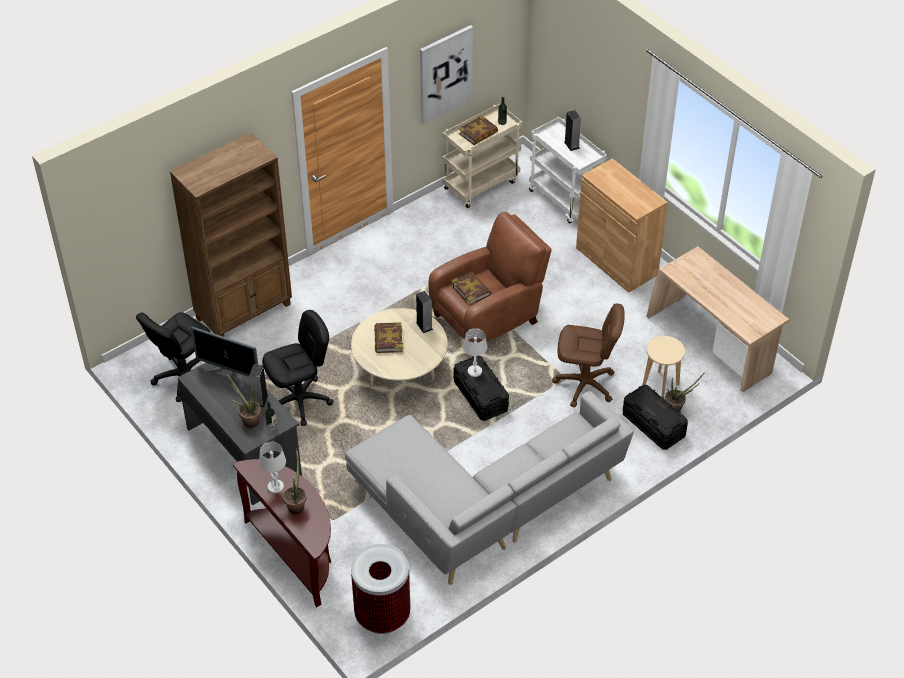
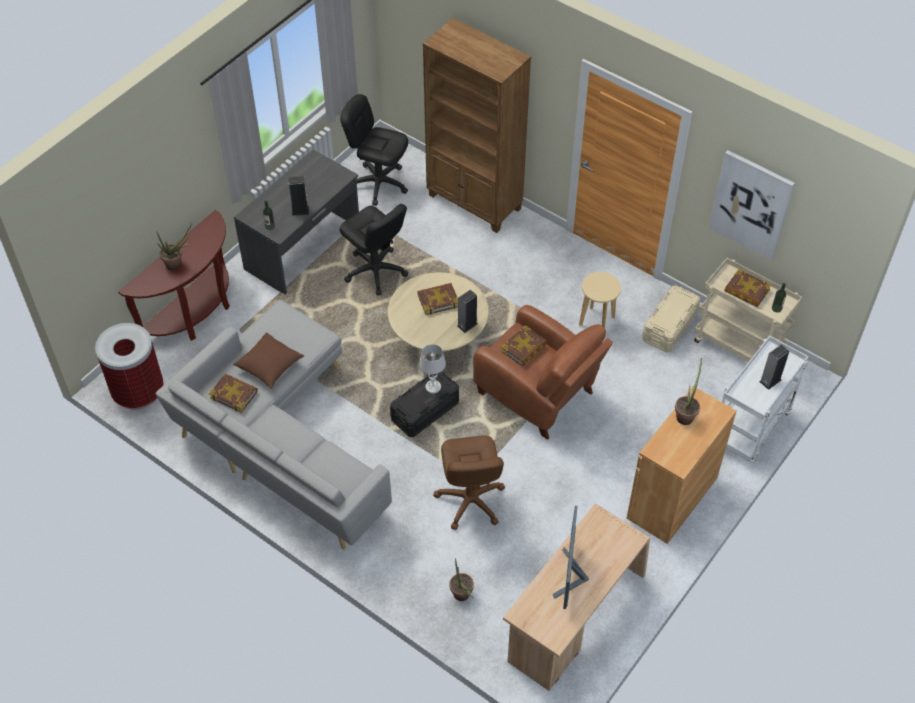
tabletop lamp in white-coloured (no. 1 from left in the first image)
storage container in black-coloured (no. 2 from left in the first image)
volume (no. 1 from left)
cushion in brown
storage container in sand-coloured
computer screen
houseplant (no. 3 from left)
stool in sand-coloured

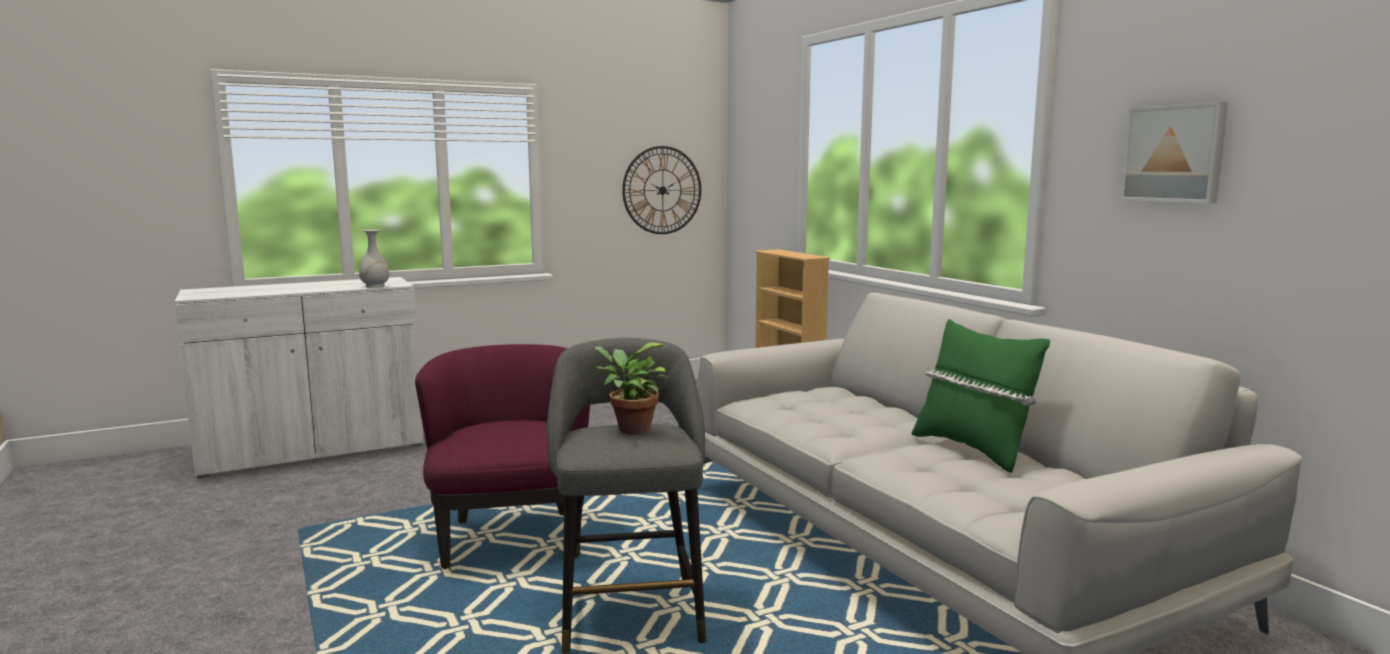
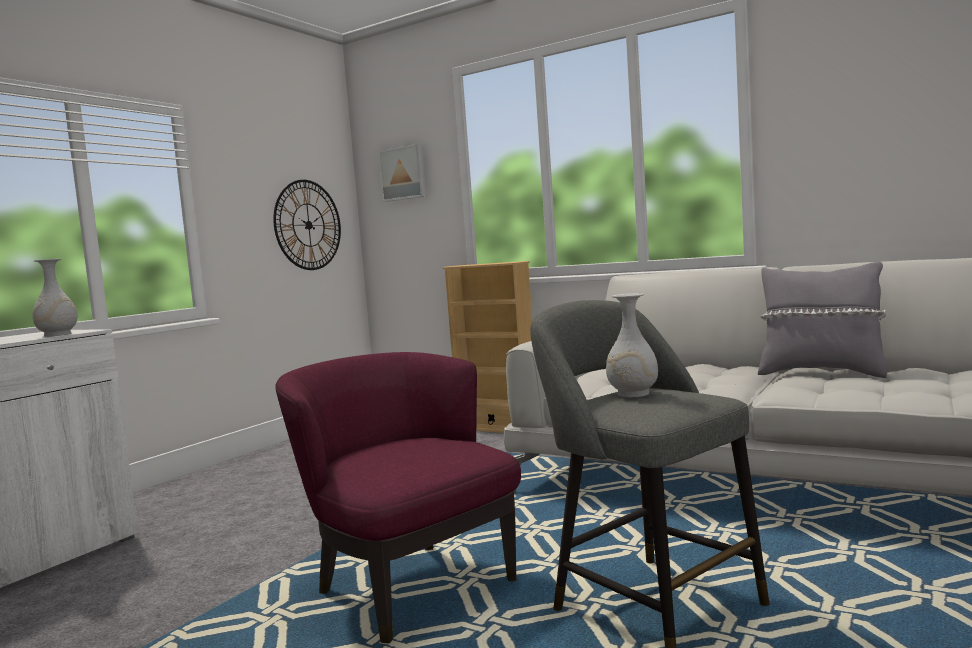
wall picture
flower vase in white-coloured (no. 2 from left)
cushion in greyish

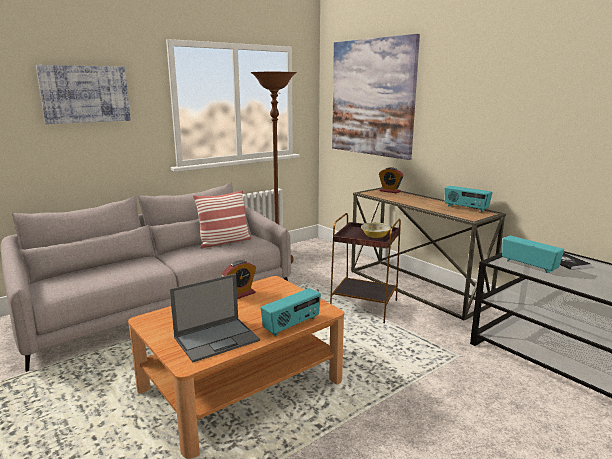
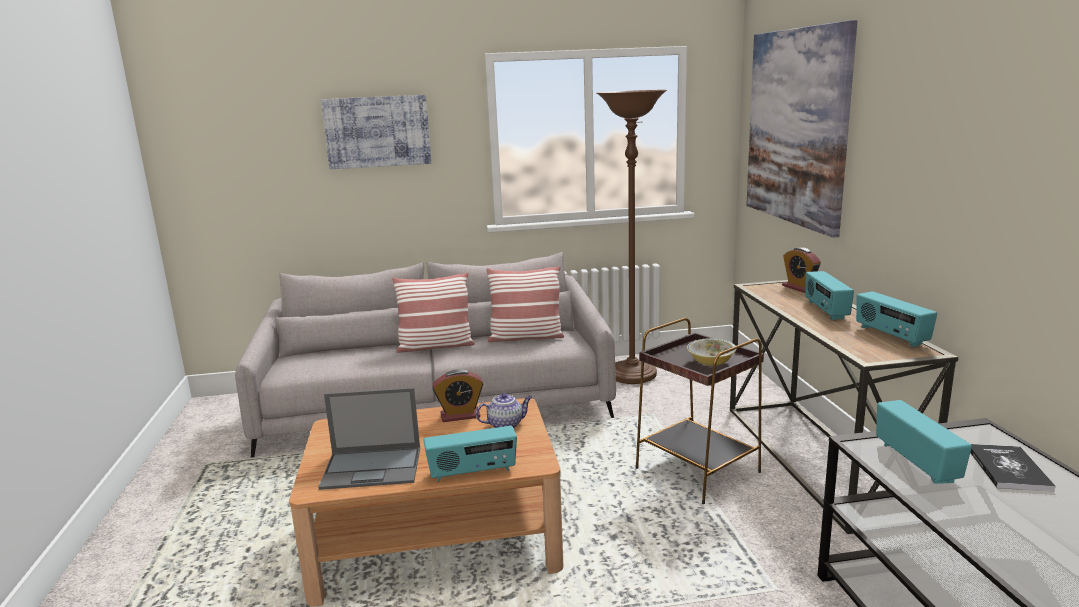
cushion (no. 1 from left)
pot for tea
radio set (no. 2 from left)

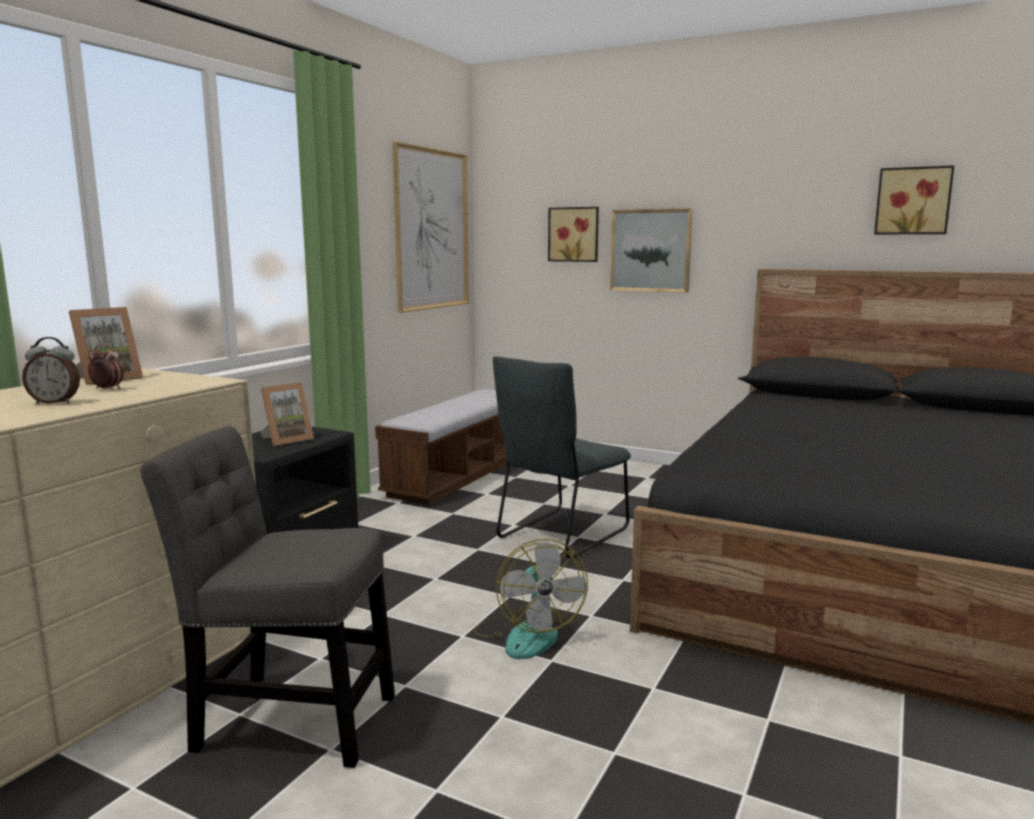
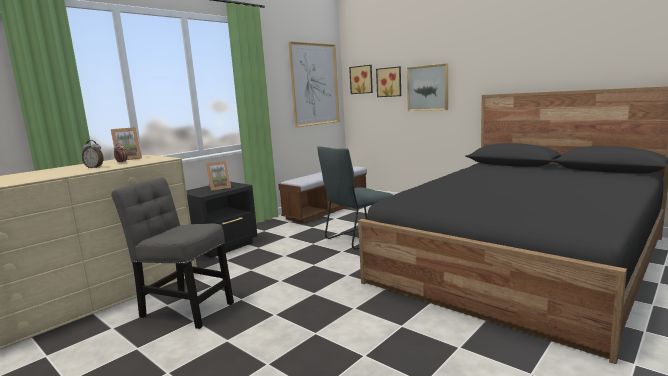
cooling fan
wall picture (no. 2 from left)

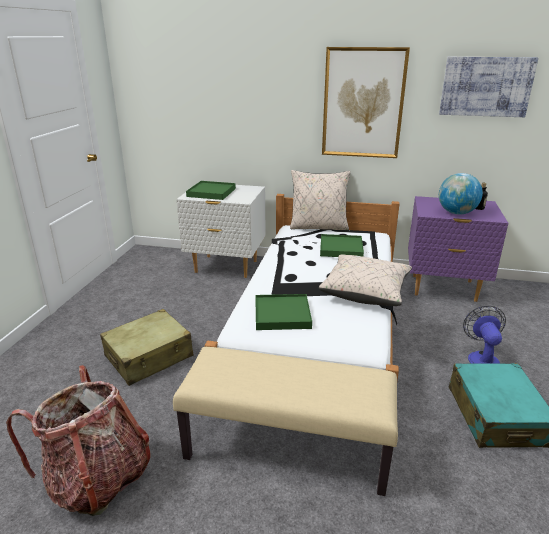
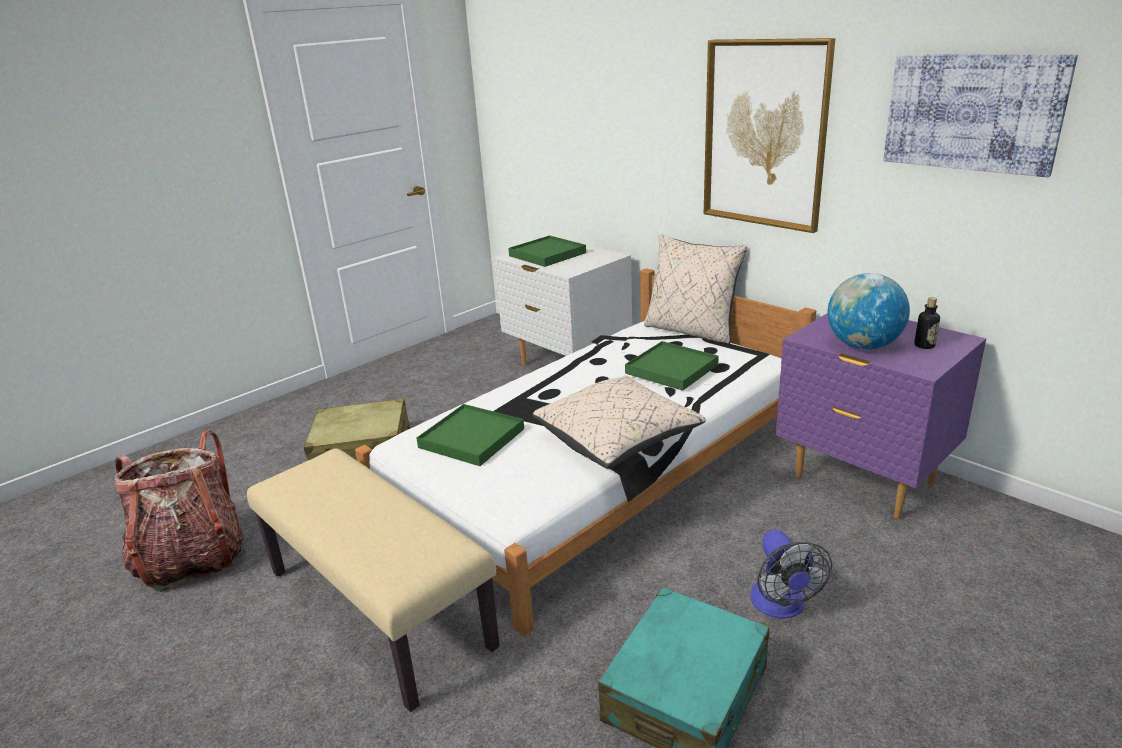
cooling fan

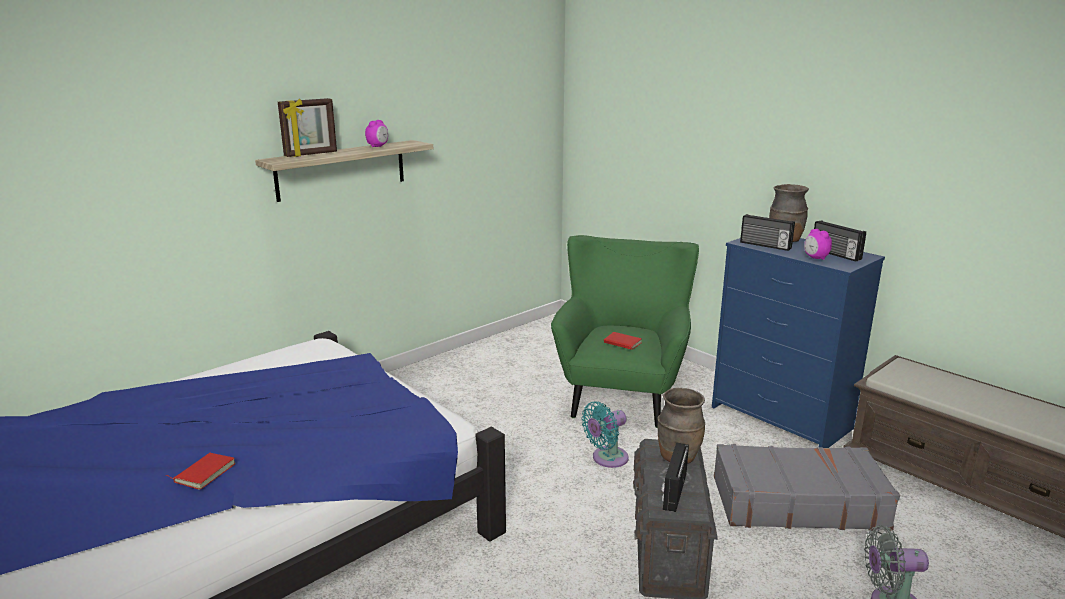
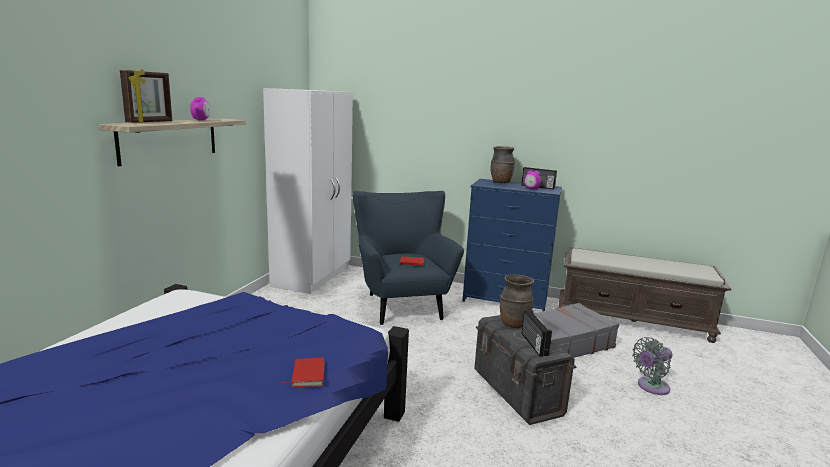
cooling fan in turquoise
radio set (no. 2 from left in the first image)
wardrobe in white-coloured
volume in red-coloured (no. 1 from left)
lounge chair in blue

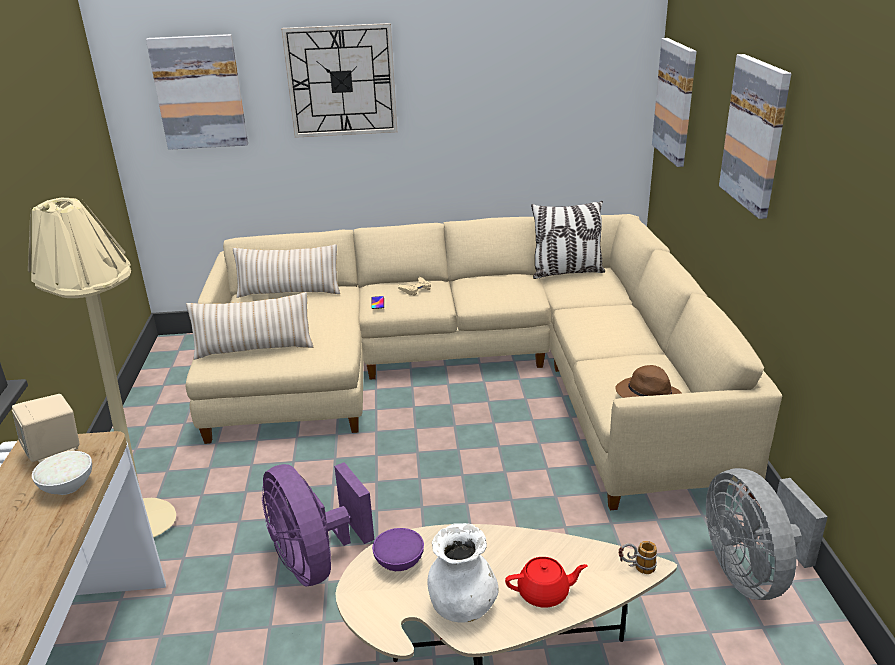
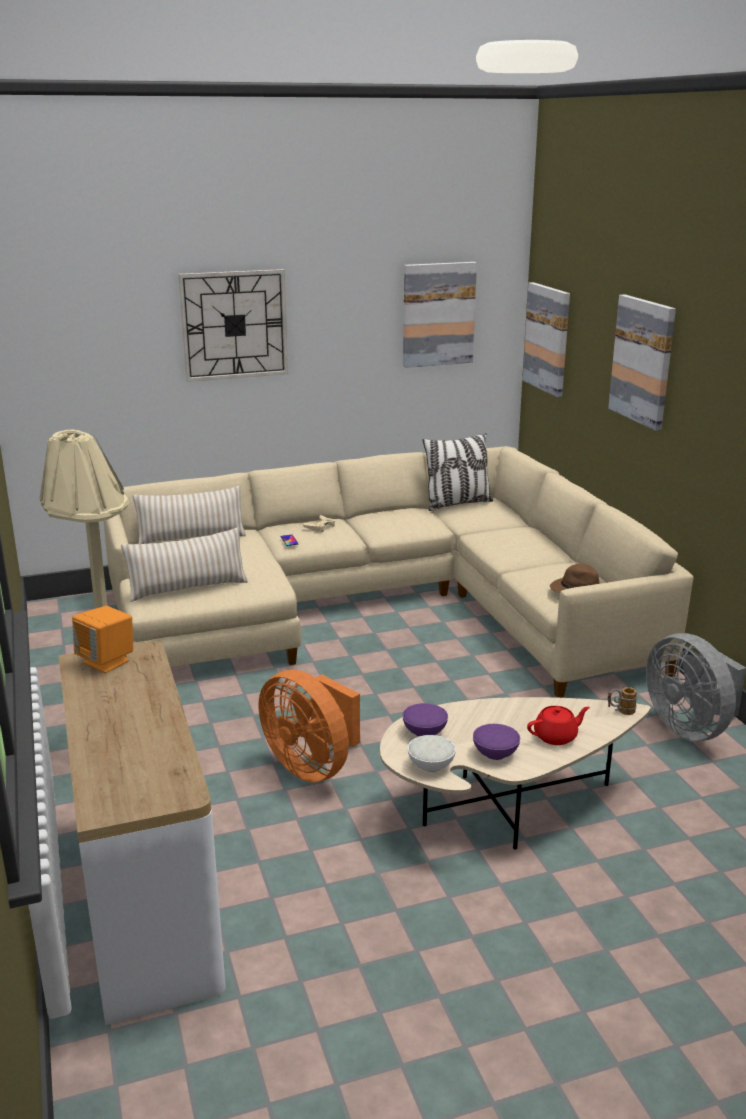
serving bowl in white-coloured
wall picture (no. 1 from left)
serving bowl in purple-coloured (no. 2 from left)
speaker in orangey
cooling fan in orangey

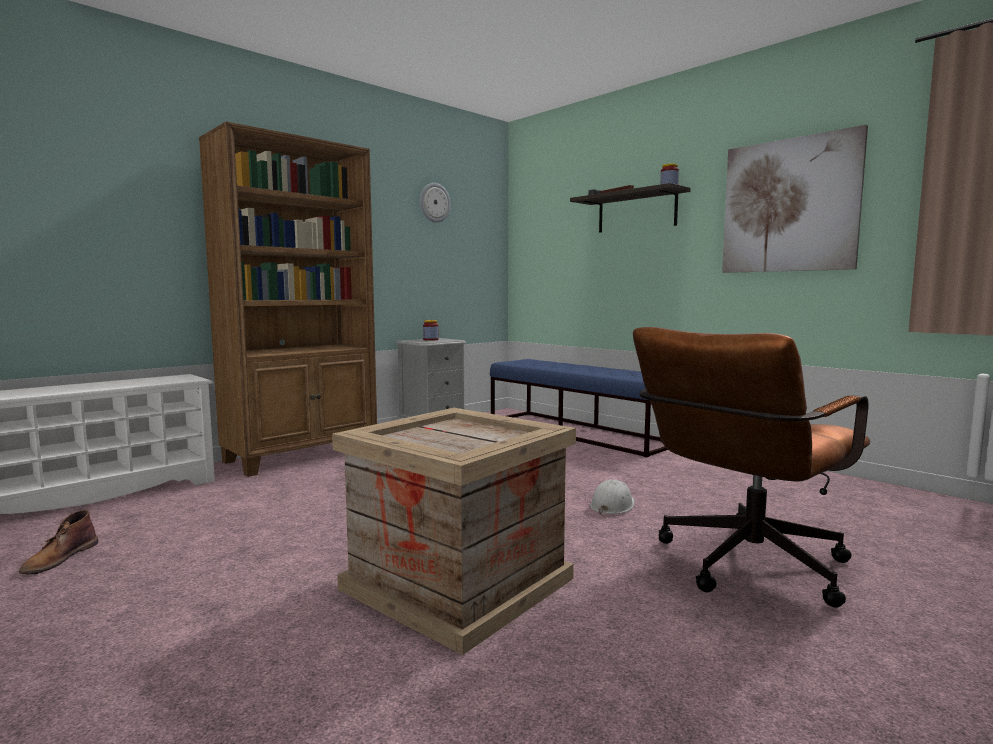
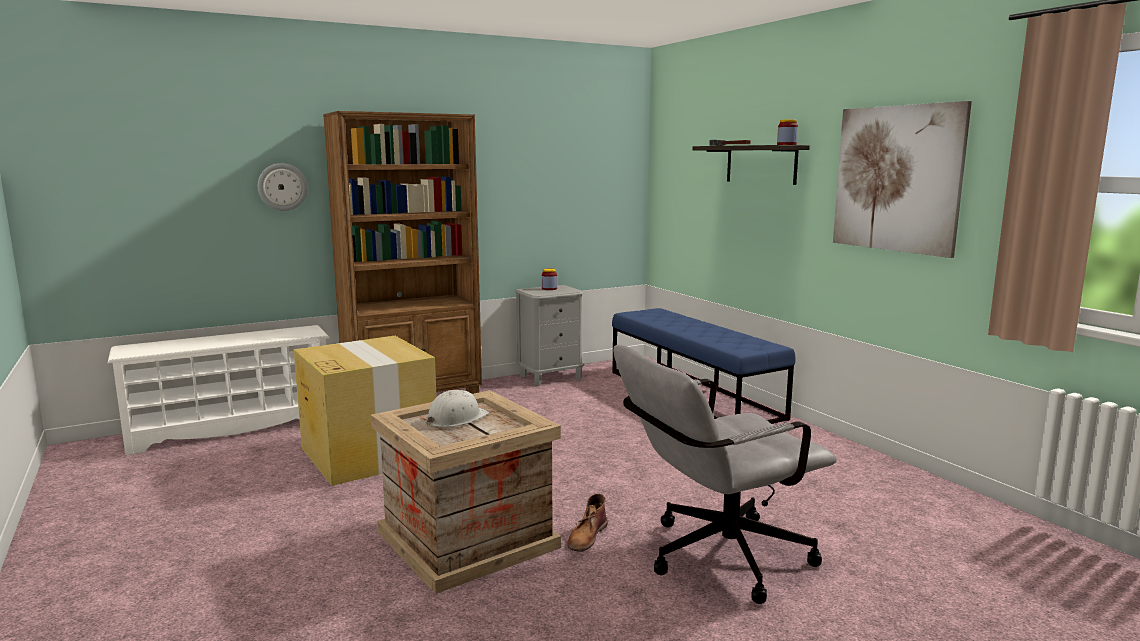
cardboard box
high-top boot in brown
clock on the wall
work helmet in white-coloured
office chair in greyish

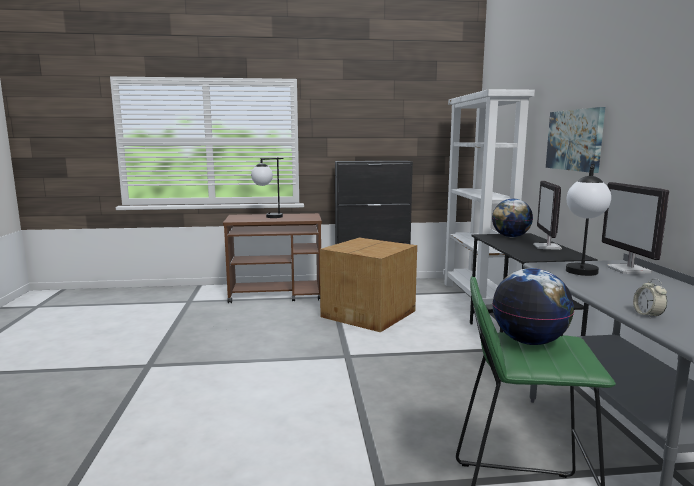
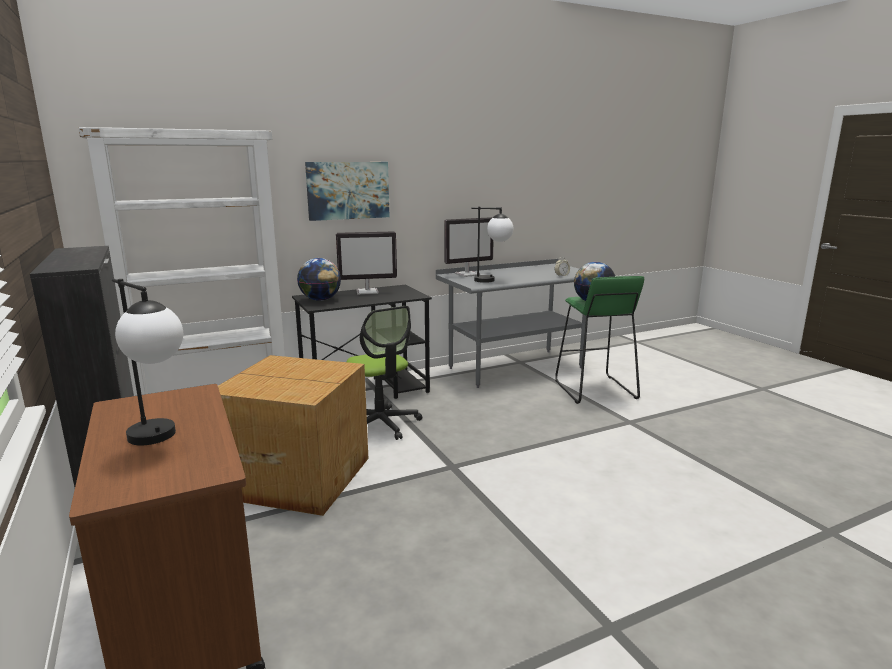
office chair

